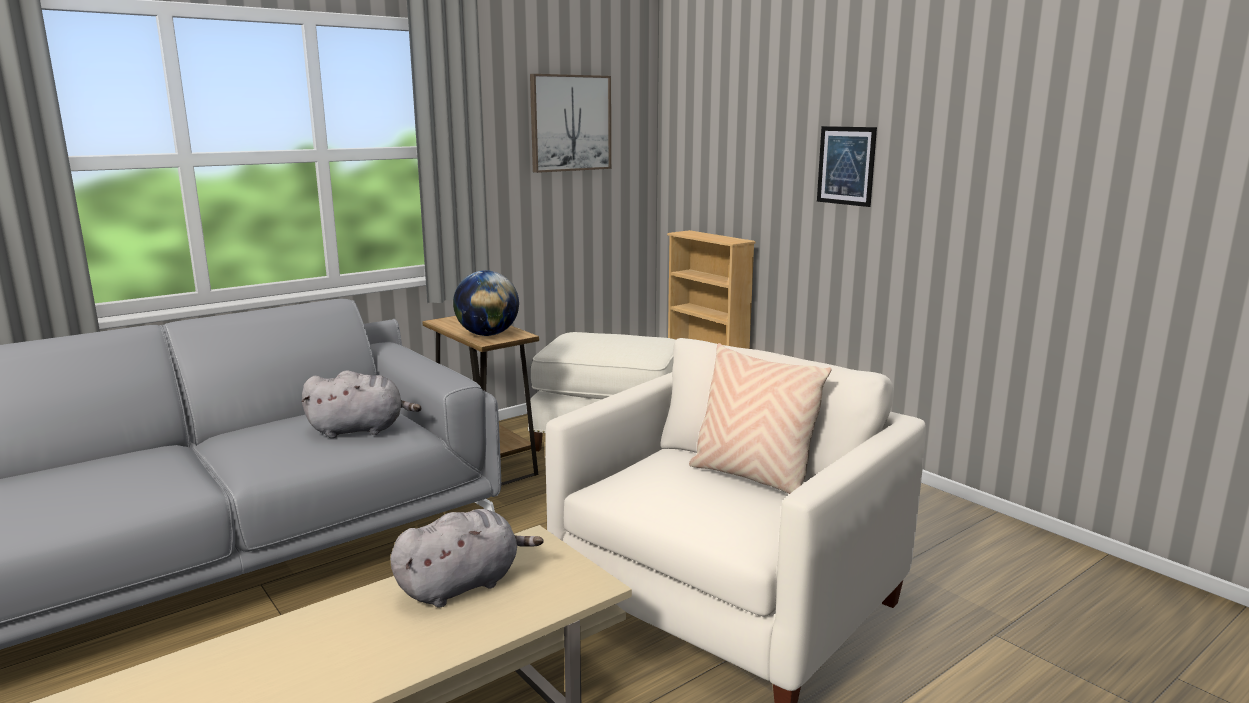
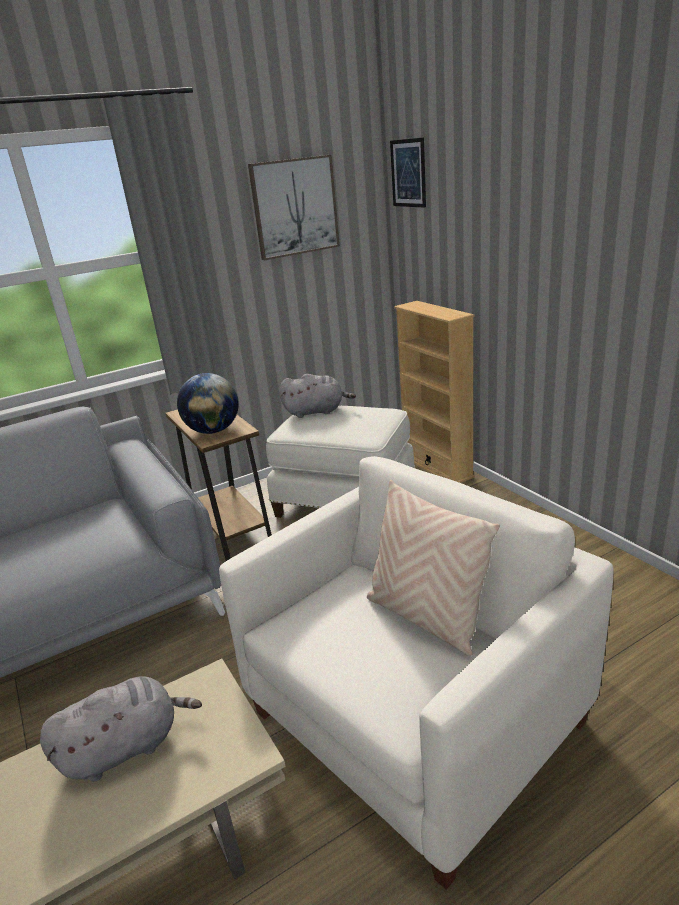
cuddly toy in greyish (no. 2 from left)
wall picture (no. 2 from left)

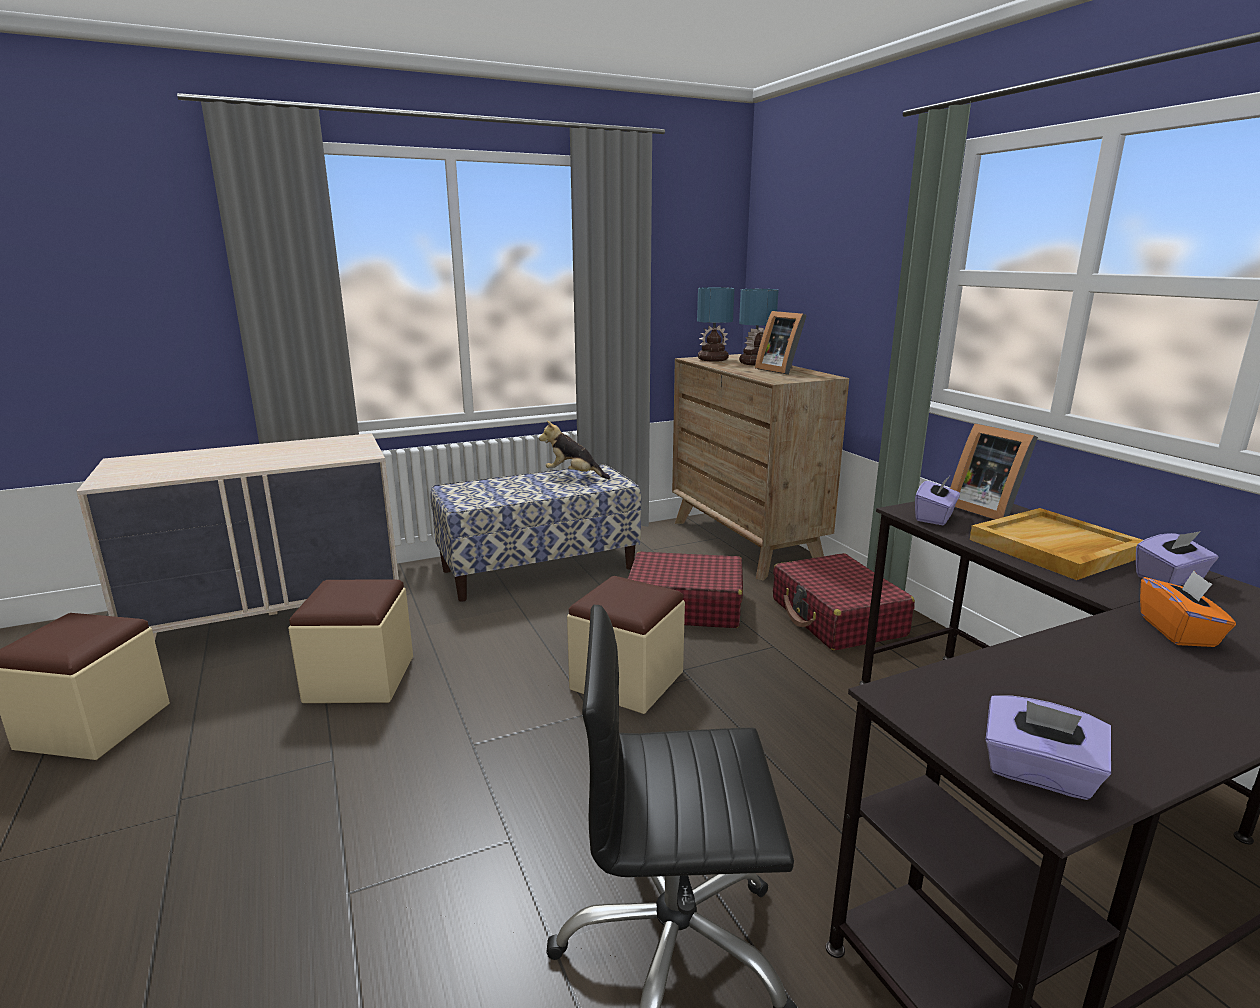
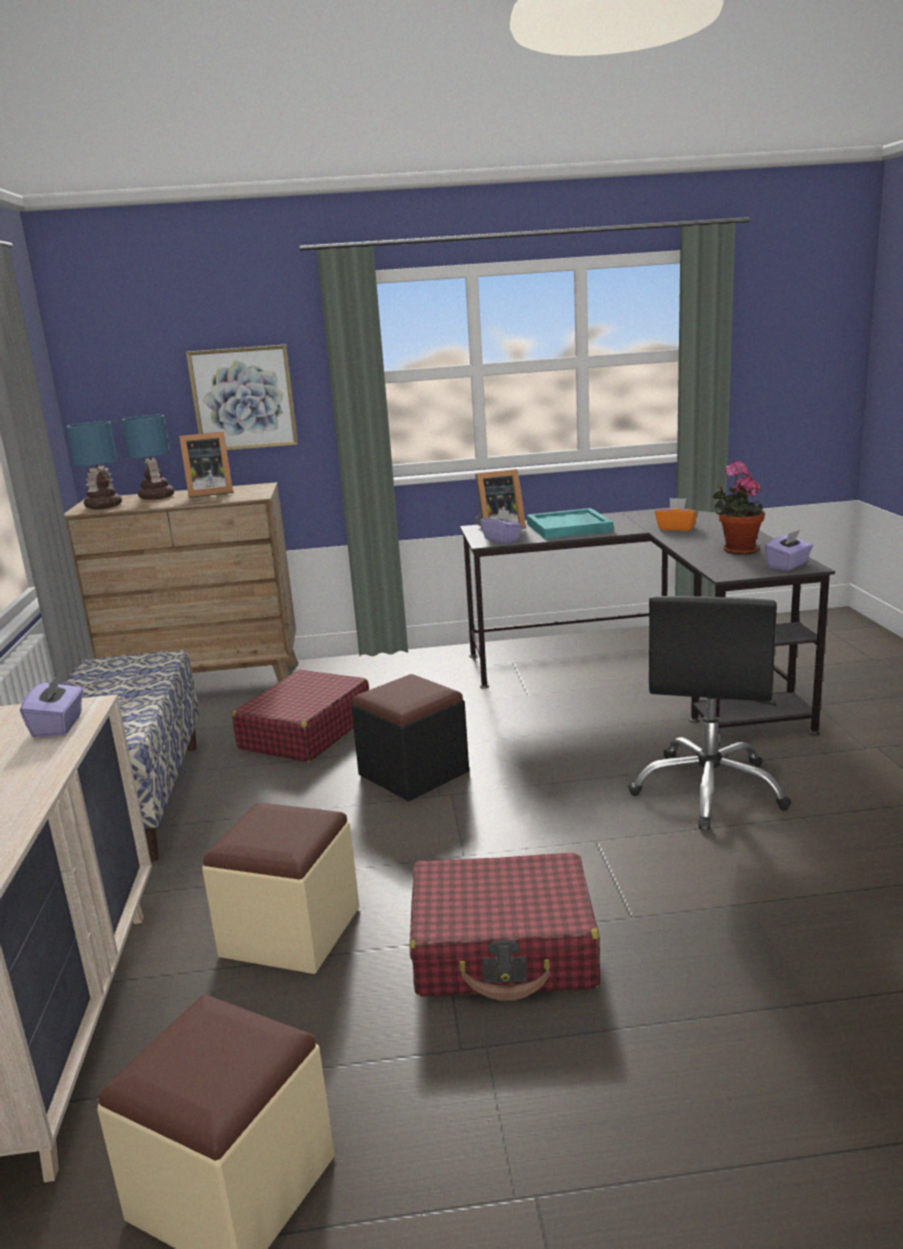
cuddly toy
wall picture
houseplant
travel case in red-coloured (no. 2 from left)
tissue box in purple-coloured (no. 1 from left)
ottoman in black-coloured
tray in turquoise

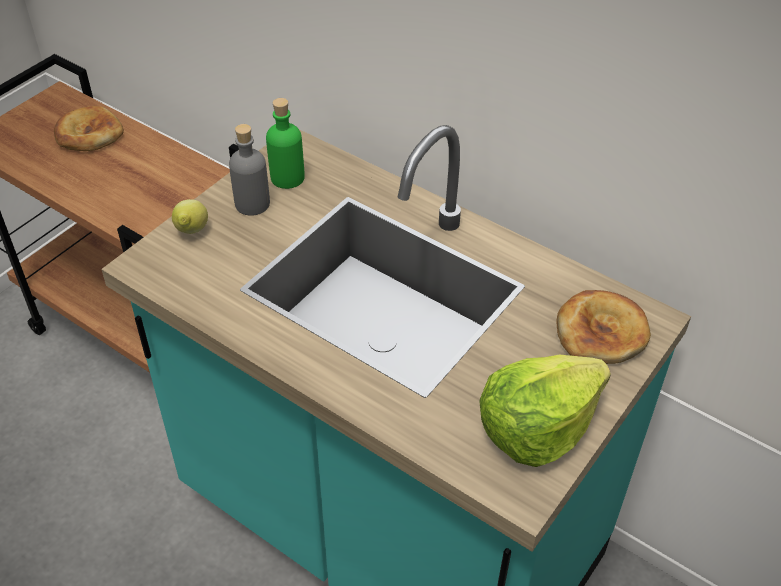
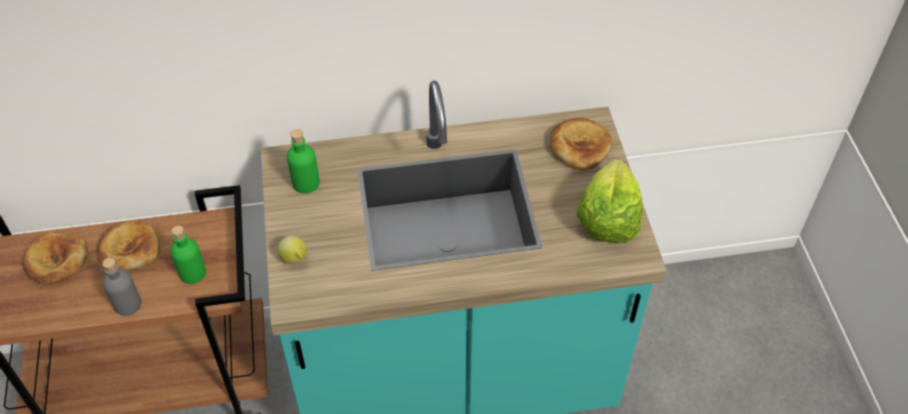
baked bread (no. 2 from left)
drink bottle in green-coloured (no. 1 from left)
drink bottle in greyish

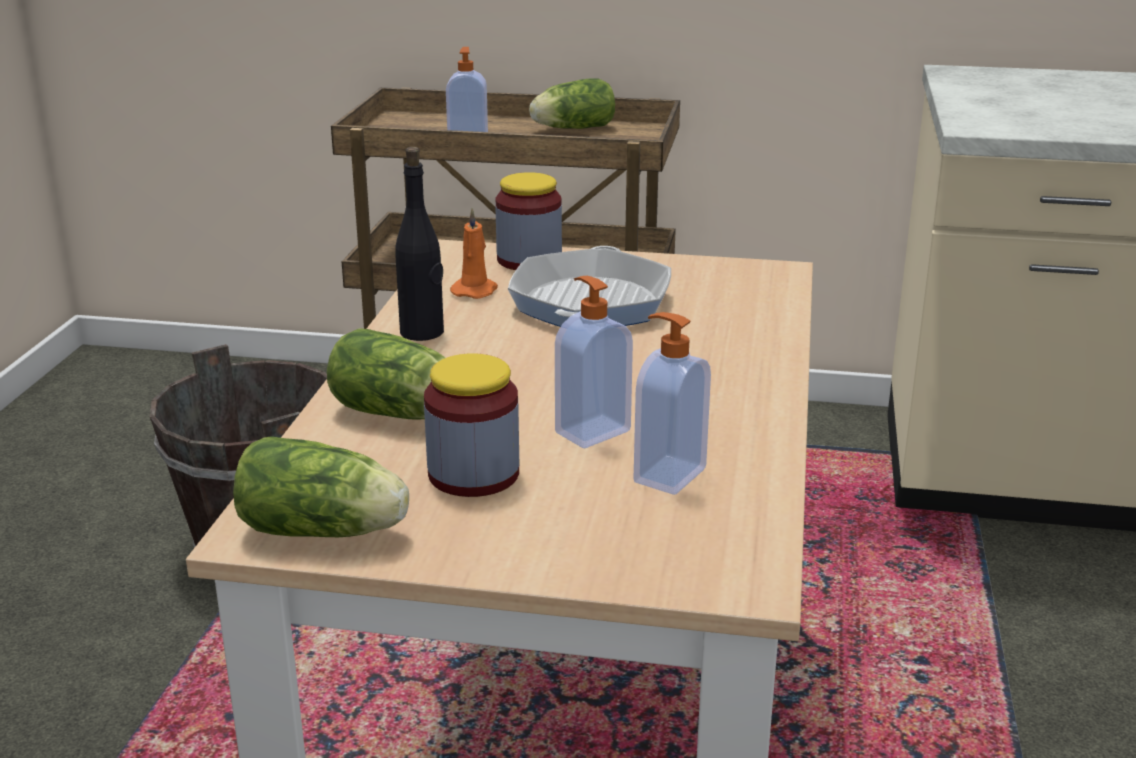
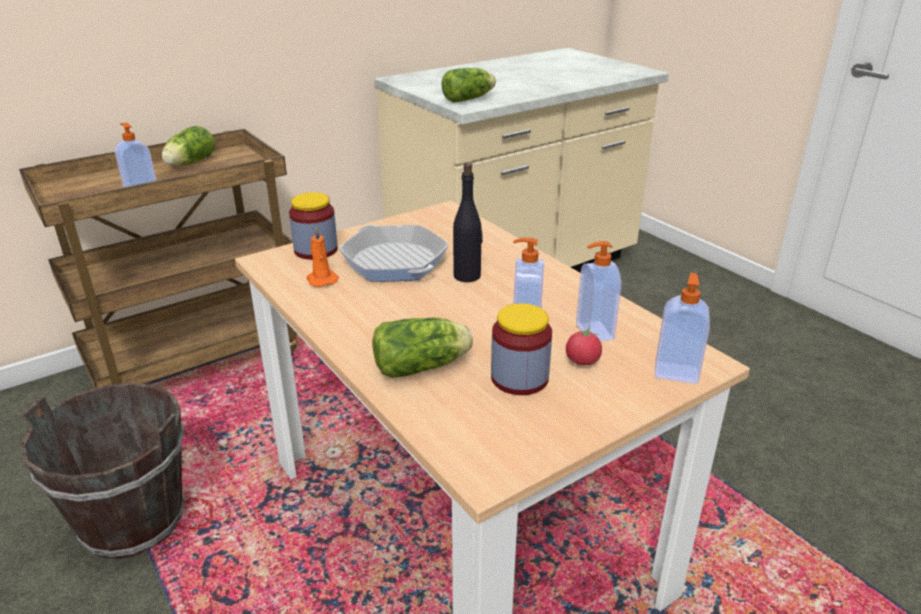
tomato
liquid soap bottle (no. 4 from left)
lettuce (no. 3 from left)
drink bottle in black-coloured

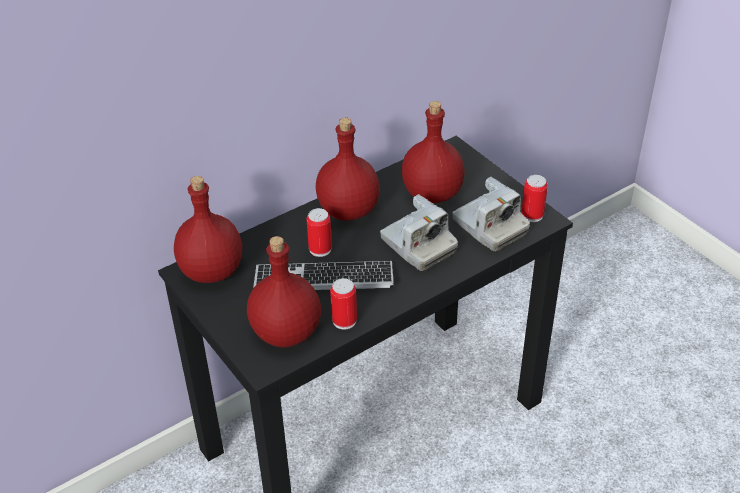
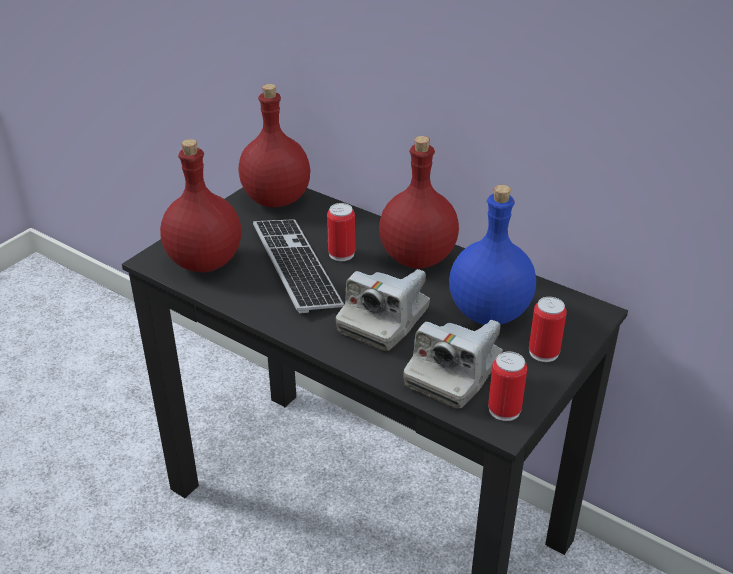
metal can (no. 3 from left)
drink bottle in blue

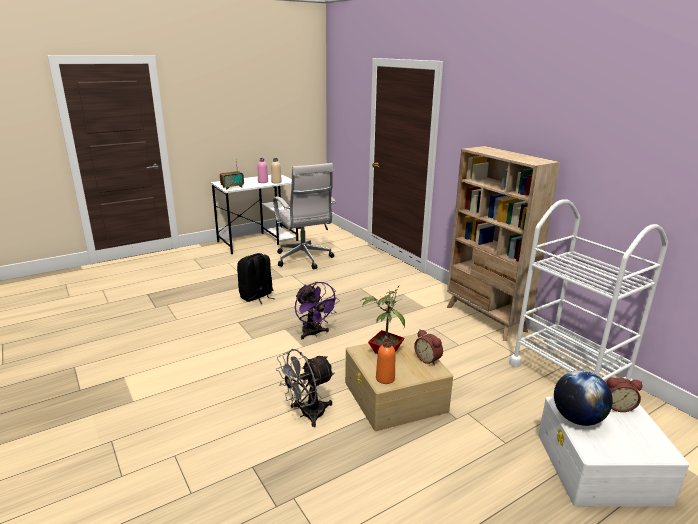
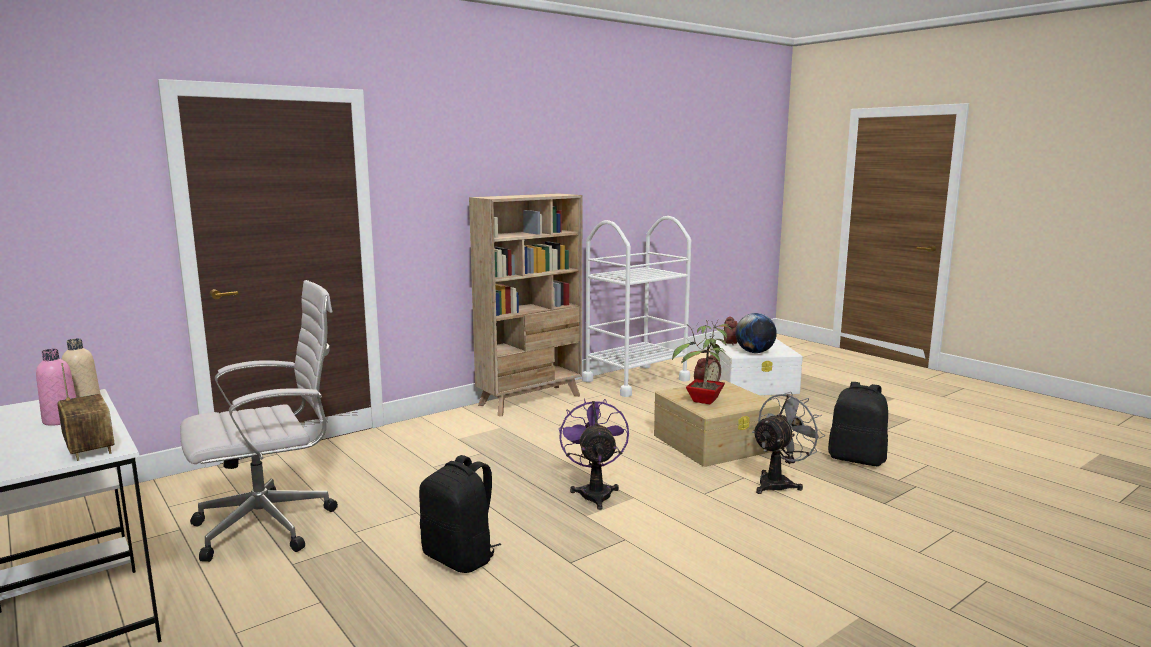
drink bottle in orangey
rucksack in black-coloured (no. 2 from left)
cooling fan in greyish
cooling fan in purple-coloured

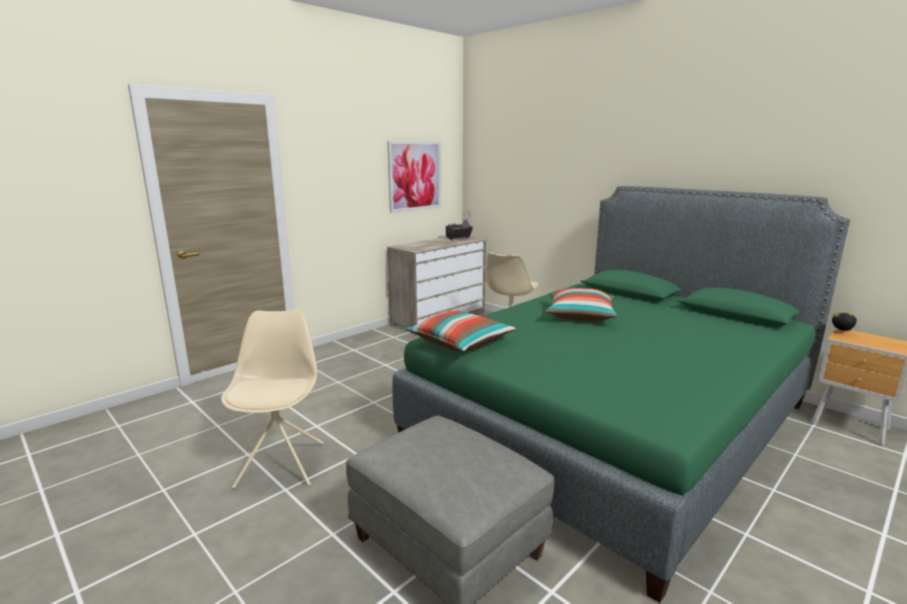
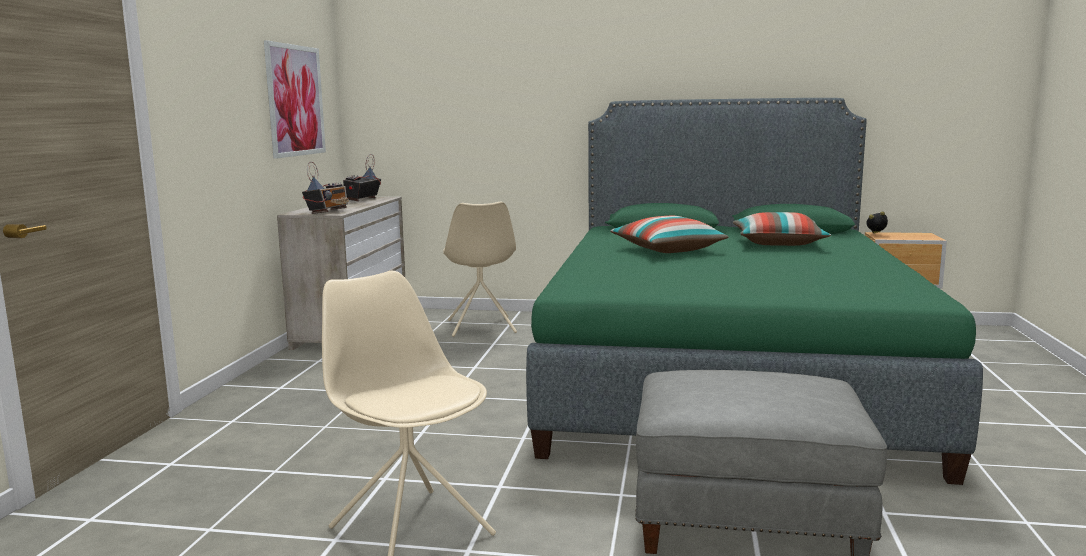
radio set (no. 1 from left)
cushion (no. 2 from left)

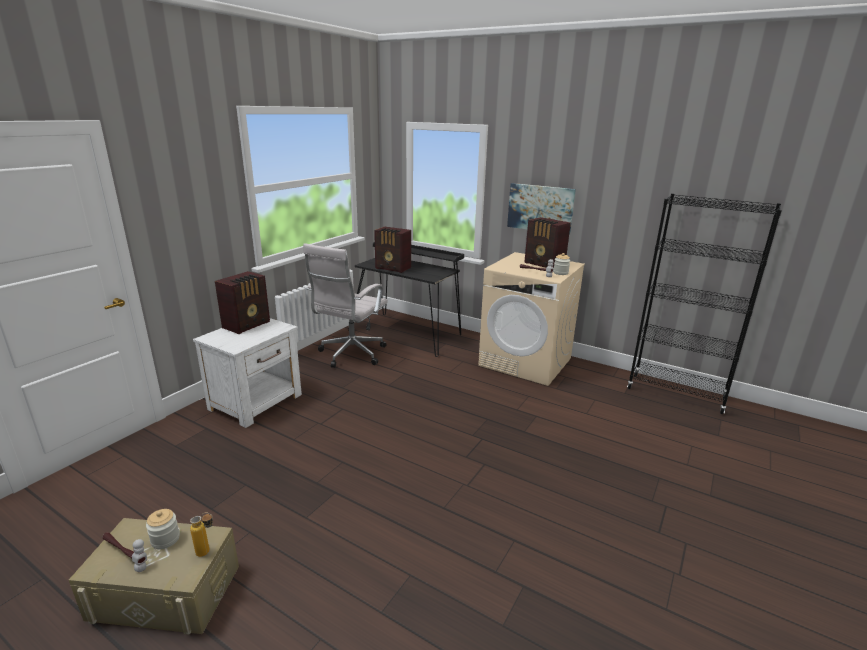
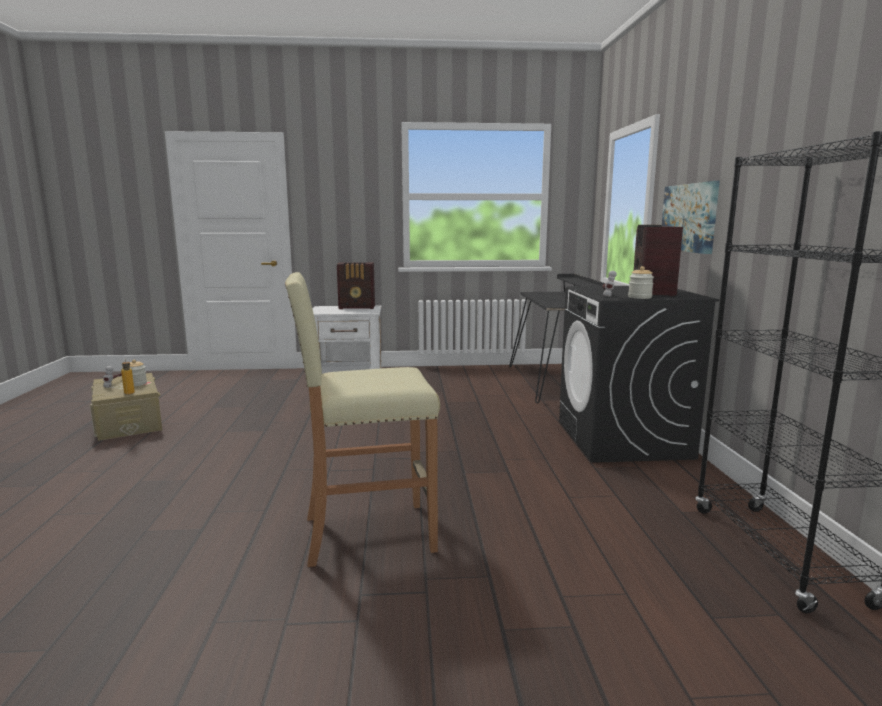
office chair in white-coloured
radio set (no. 2 from left in the first image)
stool in sand-coloured
laundry appliance in black-coloured

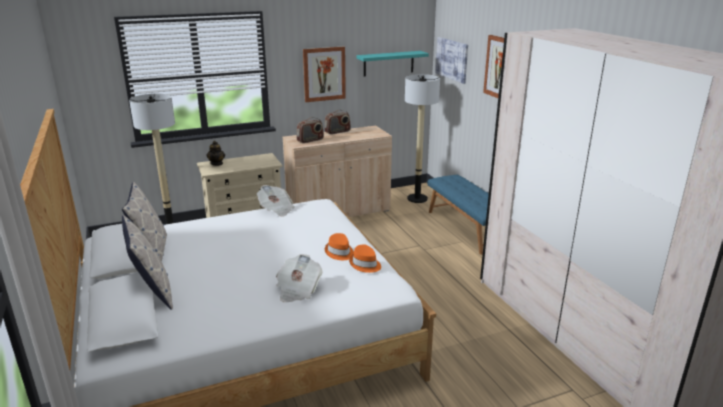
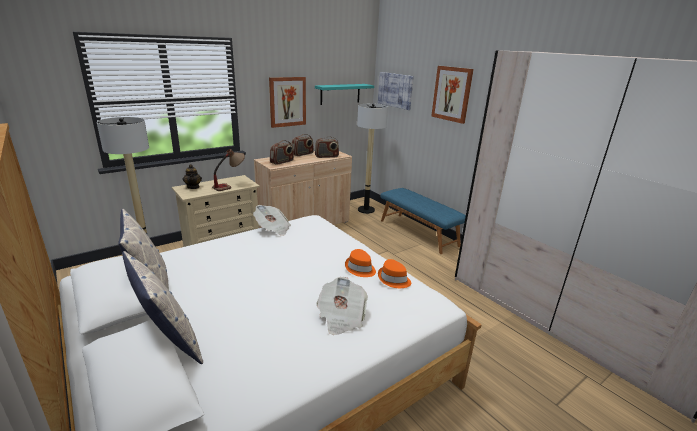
tabletop lamp
radio set (no. 3 from left)

